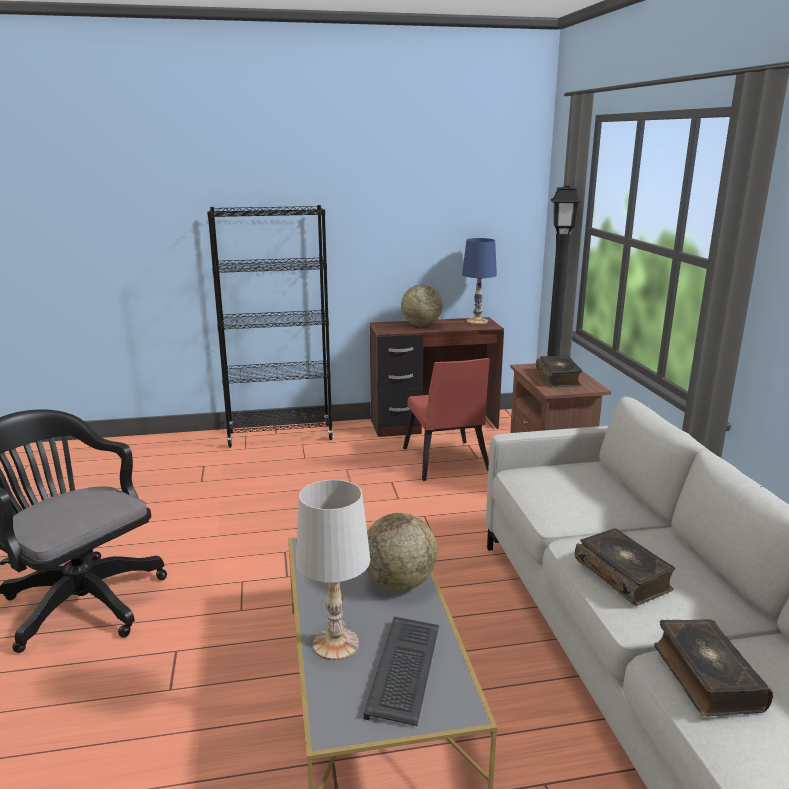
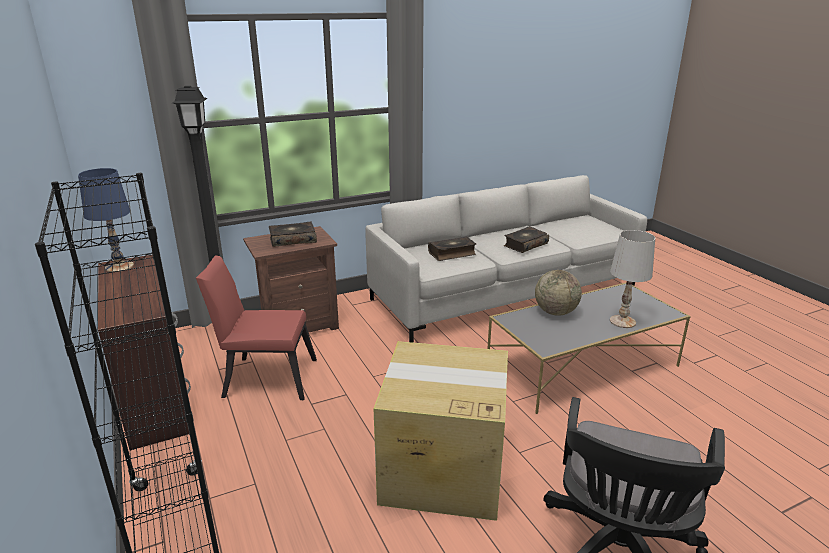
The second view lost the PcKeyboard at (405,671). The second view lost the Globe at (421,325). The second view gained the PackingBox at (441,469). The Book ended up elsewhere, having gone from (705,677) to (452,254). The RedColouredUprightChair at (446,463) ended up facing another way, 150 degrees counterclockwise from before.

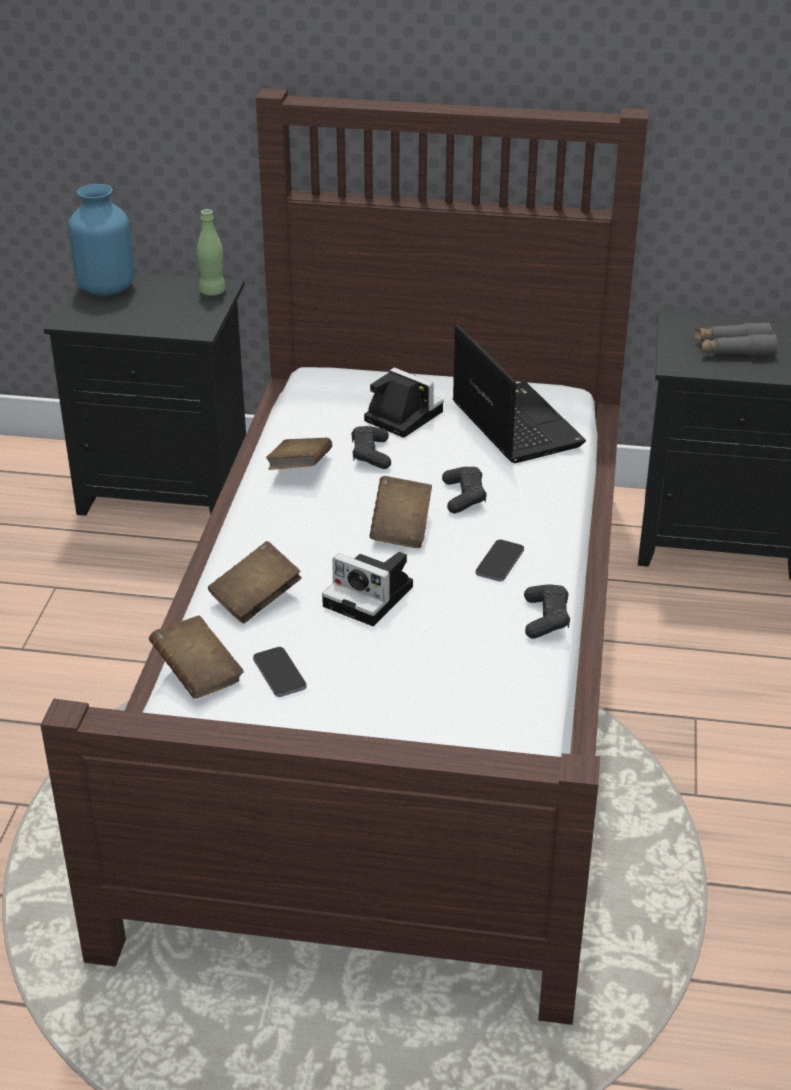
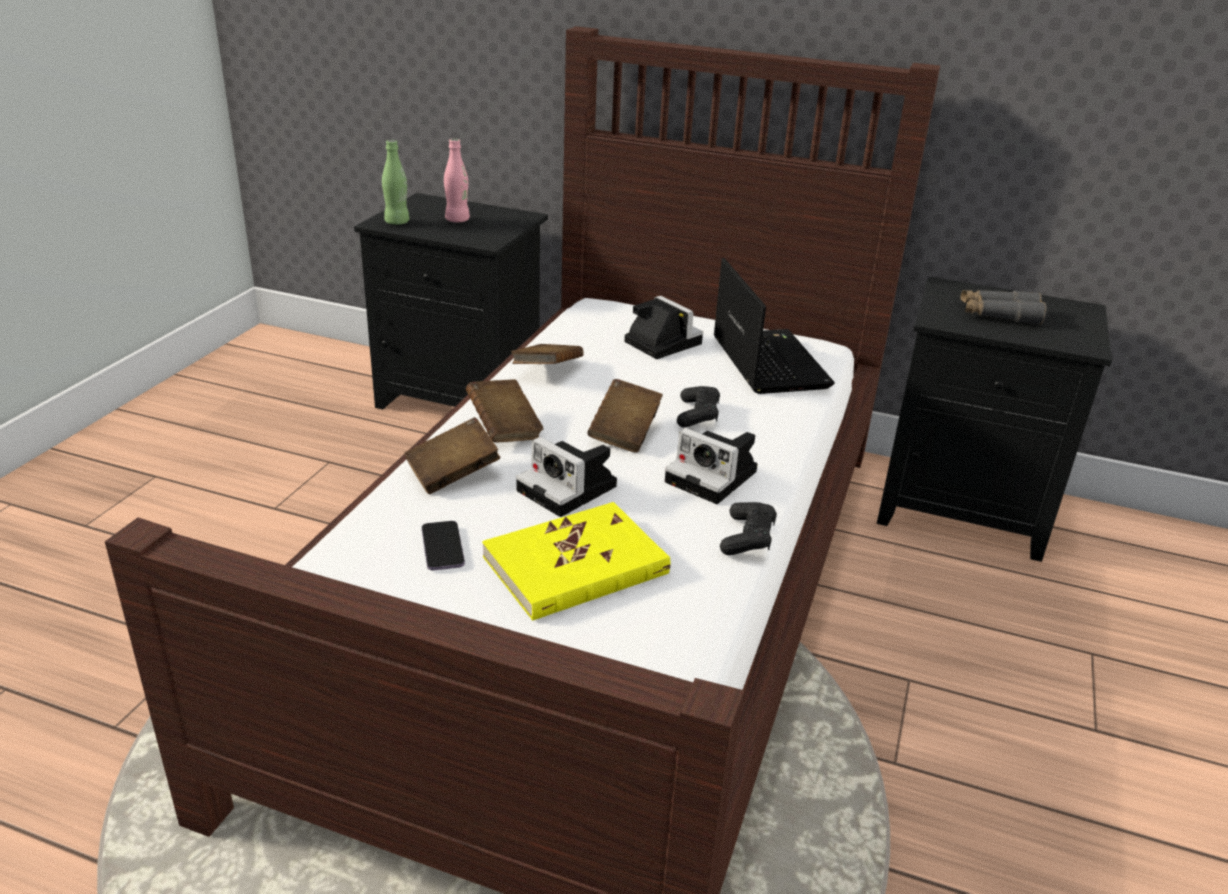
The second view lost the BlueColouredDecorativeVase at (105,288). The second view lost the BlackColouredGamepad at (371,454). The second view gained the PinkDrinkBottle at (457,220). The second view gained the YellowishBook at (576,566). The BrownBook ended up elsewhere, having gone from (198,674) to (504,428). The GreenishDrinkBottle ended up elsewhere, having gone from (212,292) to (397,222). Where the Phone stood at (499,562), the StillCamera came to stand at (714,477).

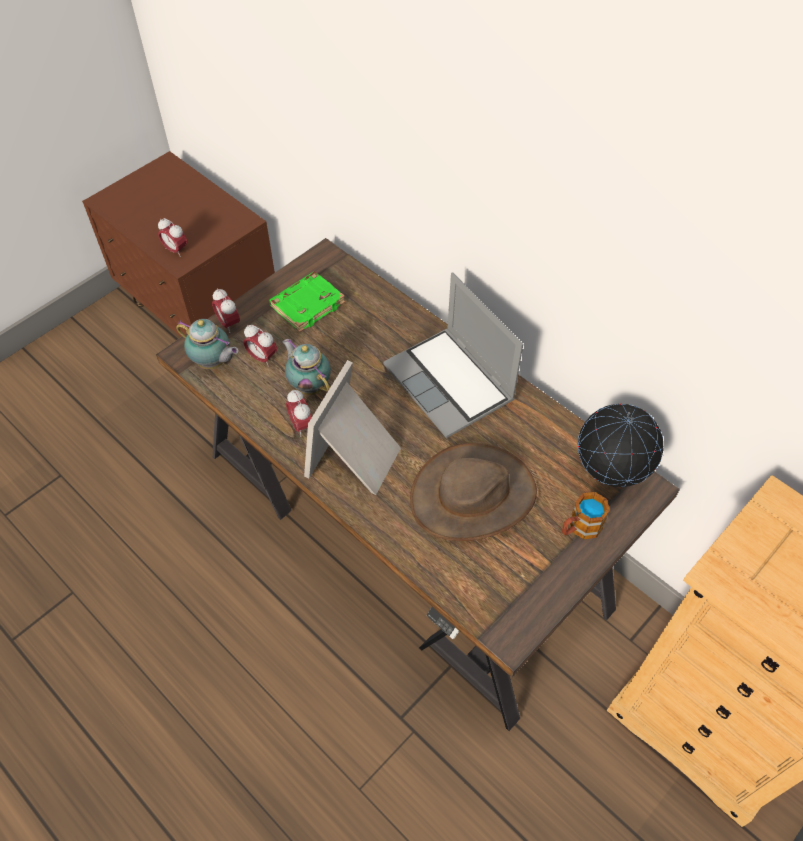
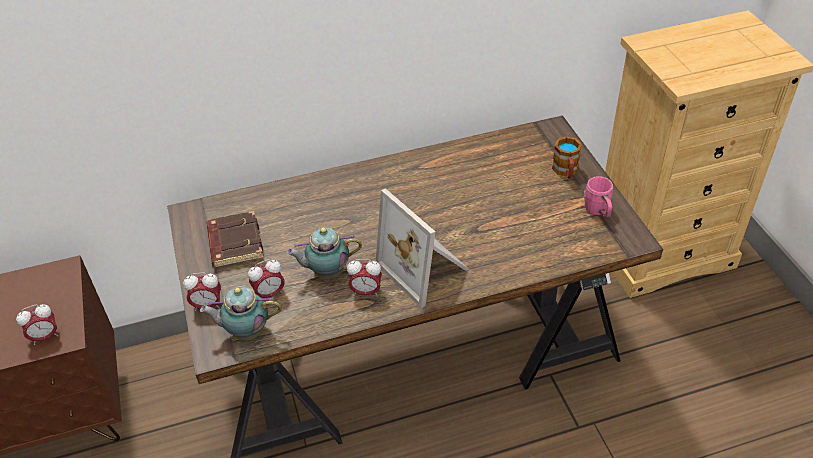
The second view lost the PortableComputer at (451,384). The second view lost the BrownHat at (473,495). The second view lost the Globe at (609,473). The second view gained the PinkCoffeeMug at (598,211). What was the GreenishBook at (307,304) turned into the BrownBook at (234,243). The TeaPot at (213,363) ended up facing another way, 150 degrees counterclockwise from before.

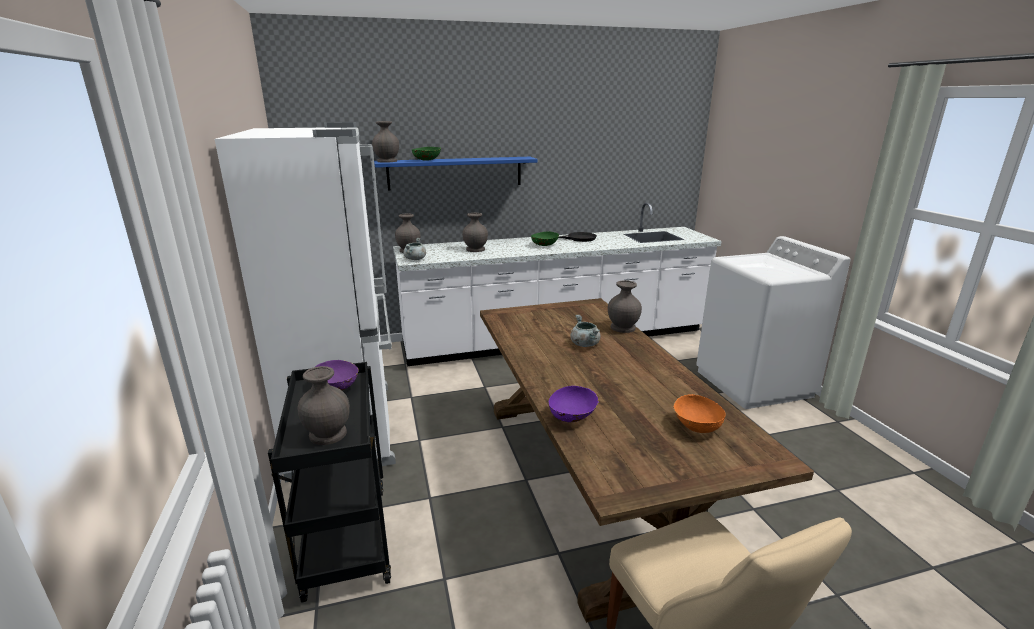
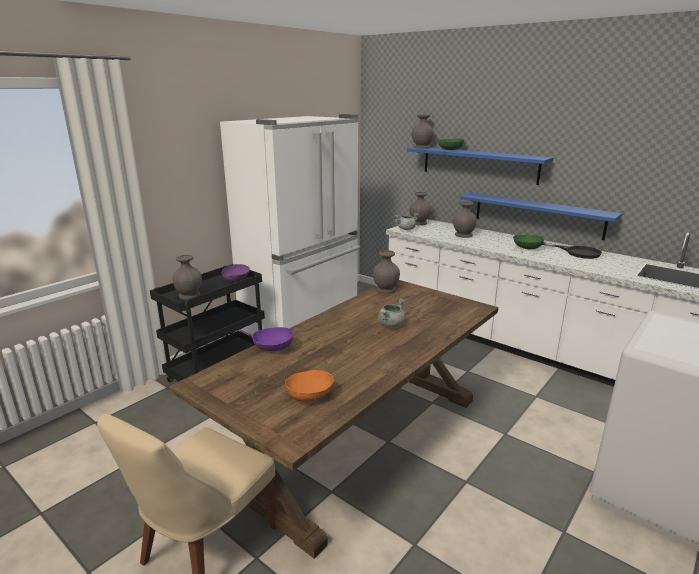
The second view gained the BlueColouredBracketShelf at (537,215). The GrayDecorativeVase ended up elsewhere, having gone from (623,328) to (385,290).

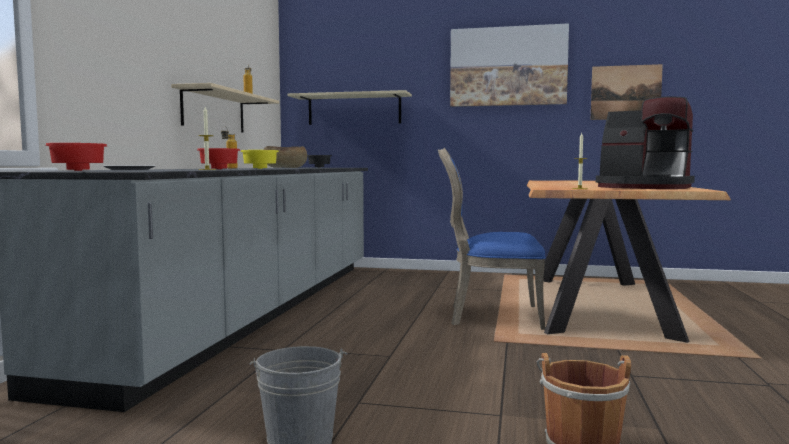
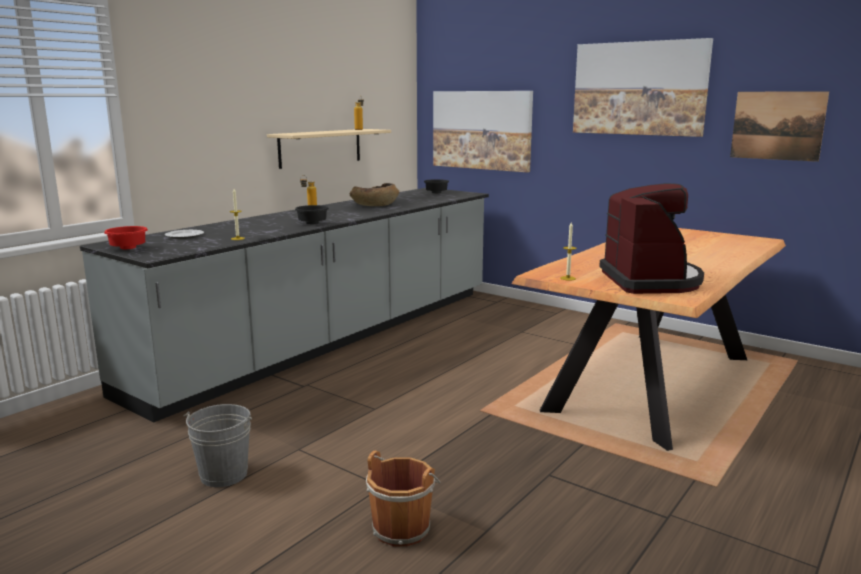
The second view lost the RedColouredBowl at (219,169). The second view lost the BlueColouredUprightChair at (491,316). Where the BeigeColouredBracketShelf hung at (354,109), the WallArt came to hang at (481,130). What was the YellowishBowl at (258,168) turned into the BlackColouredBowl at (311,223). The CoffeeMaker at (644,187) ended up facing another way, 150 degrees counterclockwise from before.

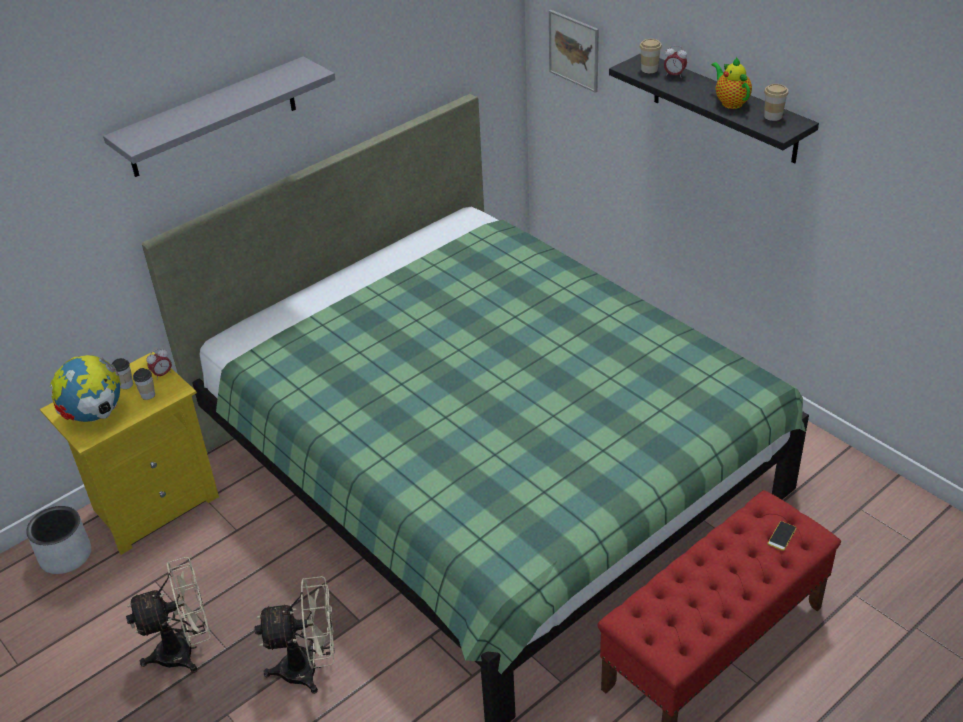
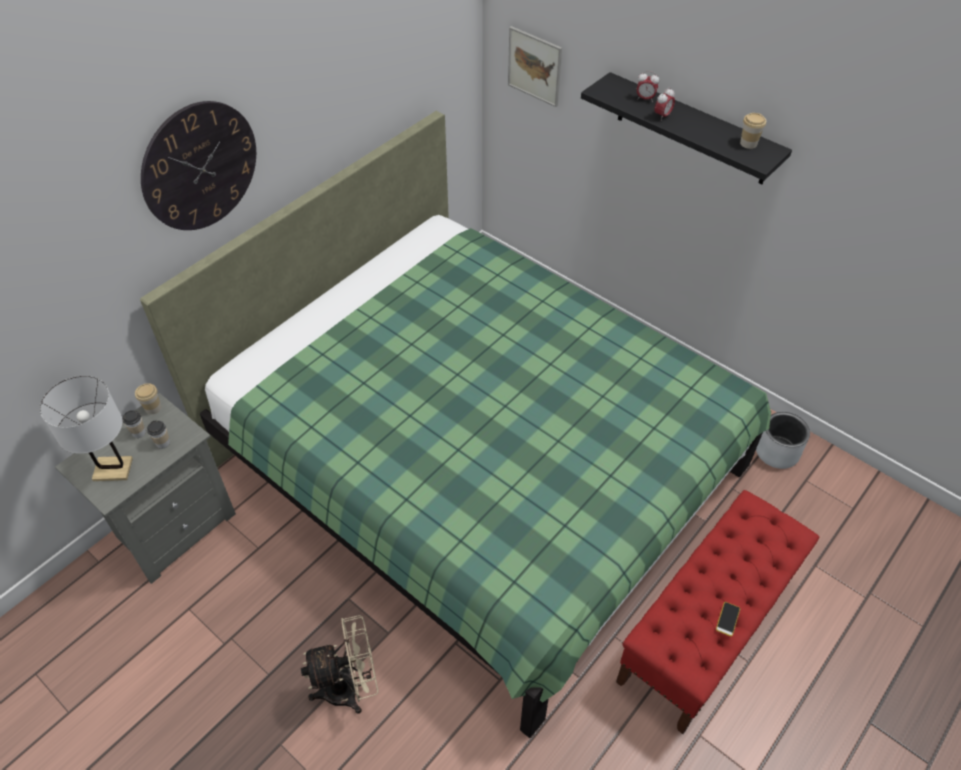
The second view lost the BeigeColouredFan at (185,651). The second view lost the TeaPot at (730,102). The GrayFlowerPot ended up elsewhere, having gone from (65,556) to (777,452). The TableClock ended up elsewhere, having gone from (162,374) to (662,116). The Cup ended up elsewhere, having gone from (649,69) to (153,408). The Phone ended up elsewhere, having gone from (782,536) to (728,619). Where the Globe stood at (95,414), the WhiteTableLamp came to stand at (113,469). Where the GrayBracketShelf hung at (212,118), the WallClock came to hang at (200,166). What was the YellowishNightstand at (153,504) turned into the GrayNightstand at (173,527).

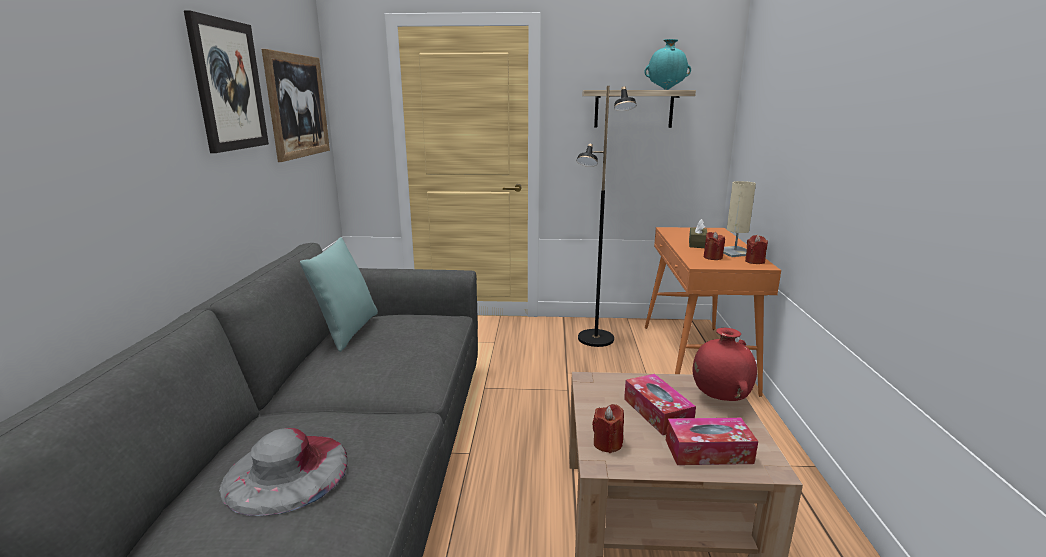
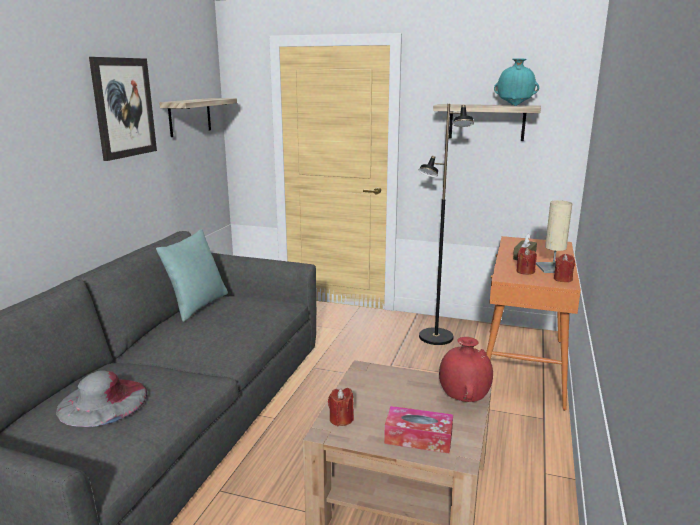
The second view lost the BoxOfTissues at (657,412). Where the WallArt hung at (298,106), the BracketShelf came to hang at (190,116).

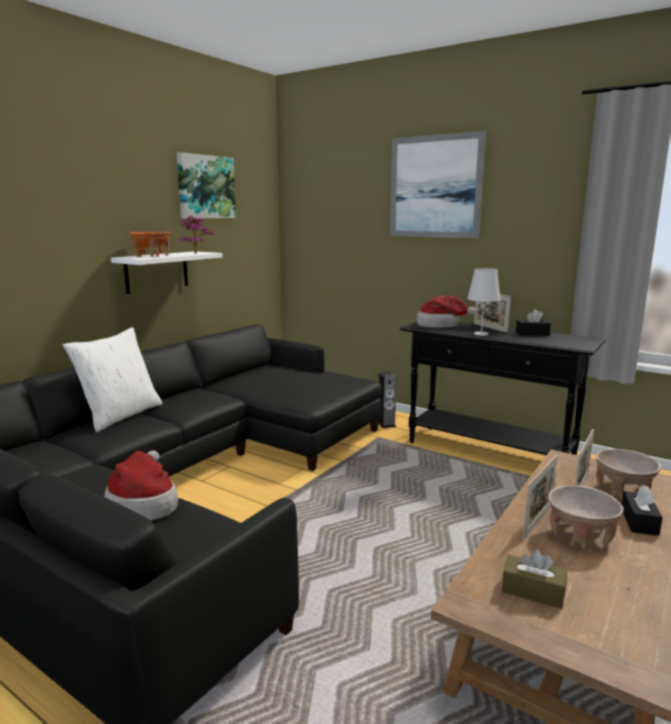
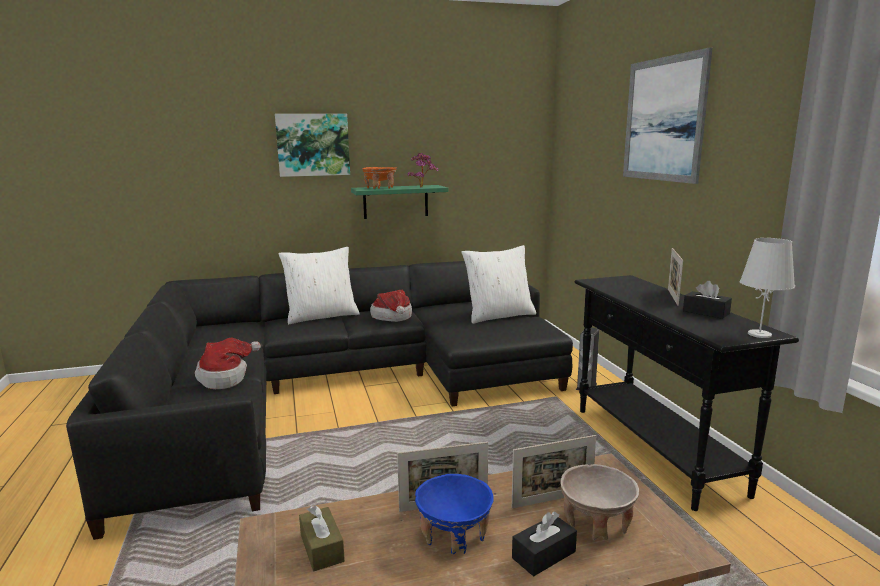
The second view gained the WhiteCushion at (499,315). The WallArt ended up elsewhere, having gone from (205,187) to (313,145). The Hat ended up elsewhere, having gone from (441,325) to (393,317). The WhiteTableLamp ended up elsewhere, having gone from (481,334) to (759,334). What was the WhiteBracketShelf at (157,272) turned into the GreenishBracketShelf at (395,201). What was the BeigeColouredBowl at (580,536) turned into the BlueColouredBowl at (454,534).

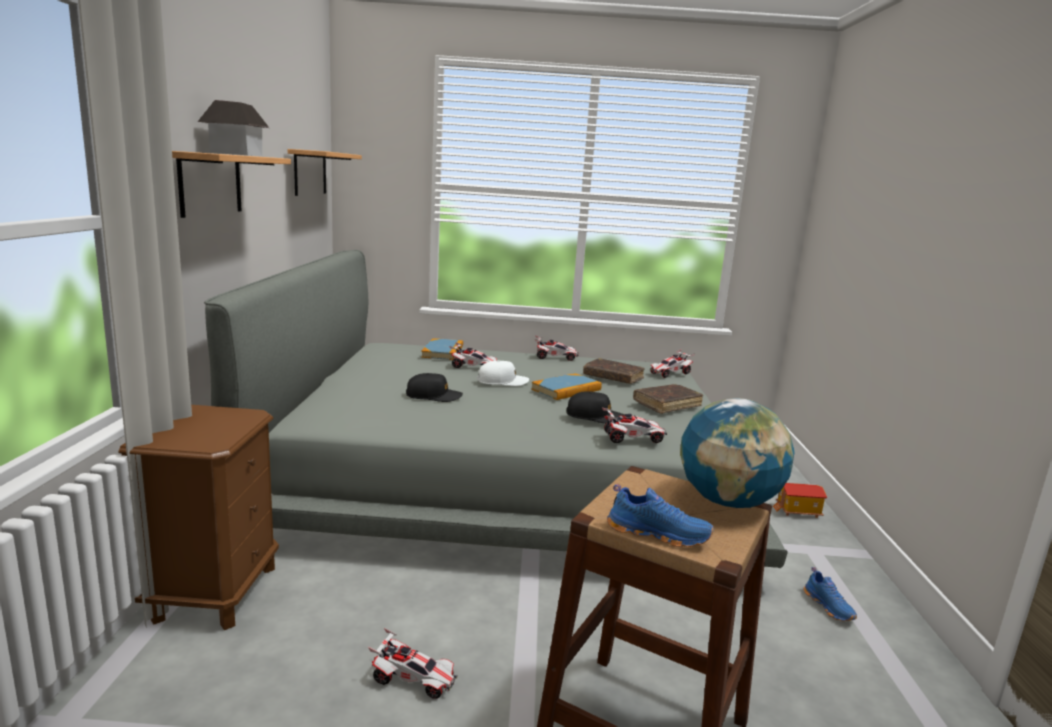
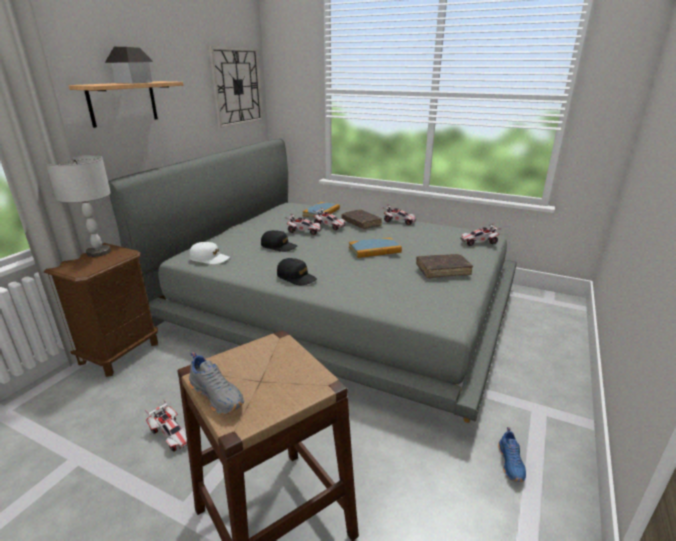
The second view lost the Globe at (728,501). The second view lost the ToyHouse at (798,511). The second view gained the GrayTableLamp at (98,252). The WhitePeakedCap ended up elsewhere, having gone from (502,381) to (209,259). The BlackColouredPeakedCap ended up elsewhere, having gone from (595,416) to (296,277). The BrownBook ended up elsewhere, having gone from (613,377) to (361,223). The ToyCar ended up elsewhere, having gone from (632,438) to (304,231). Where the BracketShelf hung at (310,172), the WallClock came to hang at (237,87). What was the BlueColouredShoe at (658,533) turned into the GrayShoe at (217,395).

